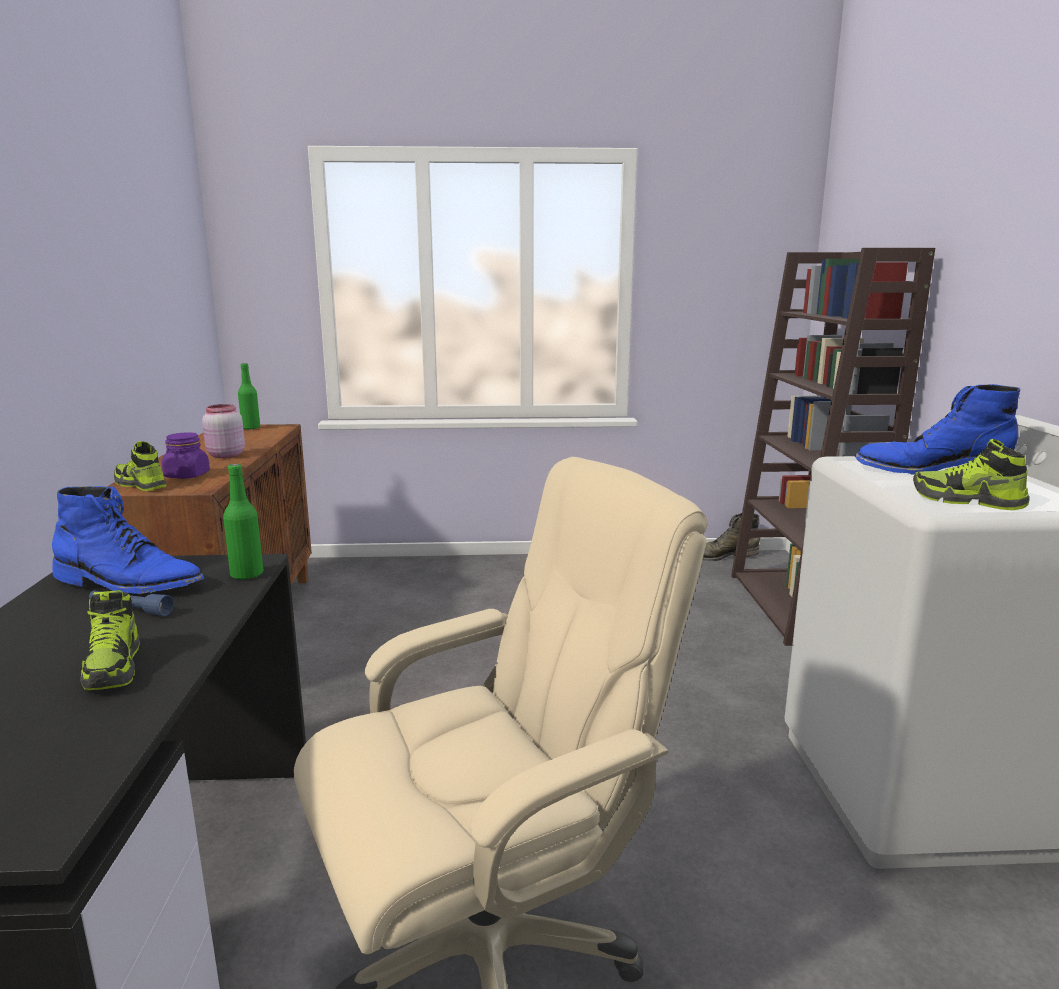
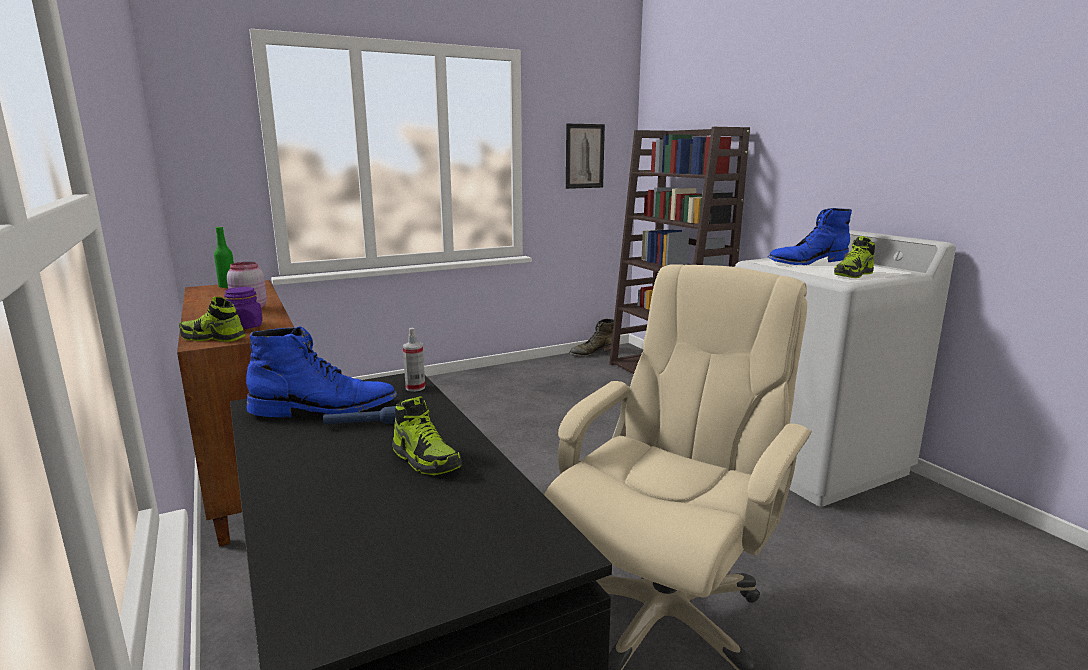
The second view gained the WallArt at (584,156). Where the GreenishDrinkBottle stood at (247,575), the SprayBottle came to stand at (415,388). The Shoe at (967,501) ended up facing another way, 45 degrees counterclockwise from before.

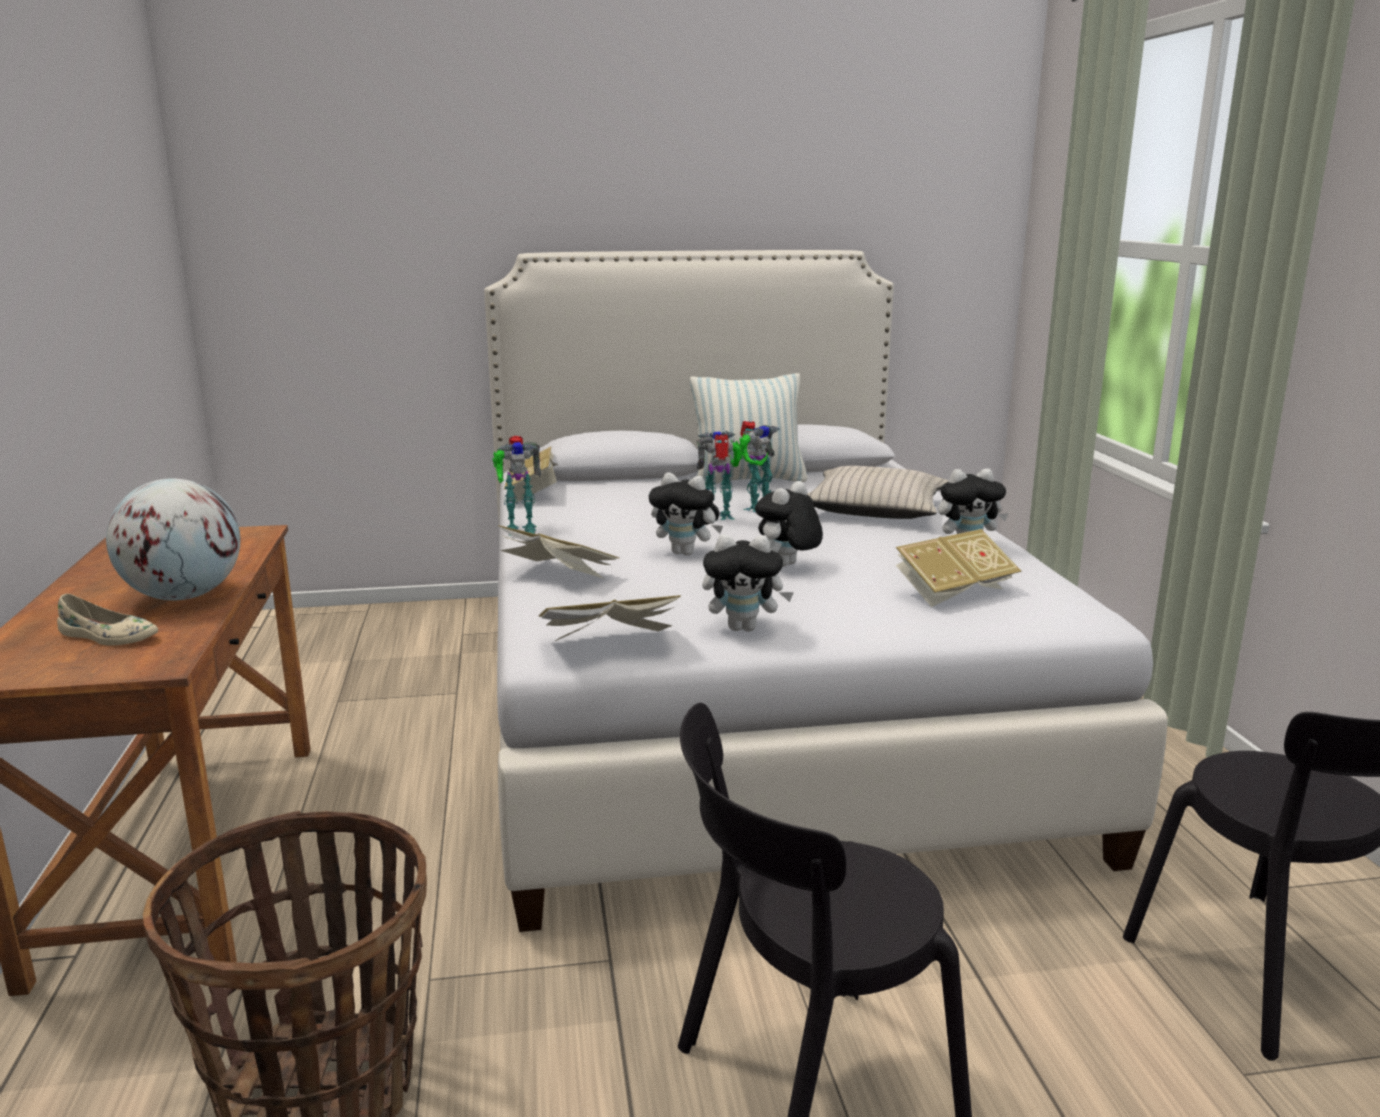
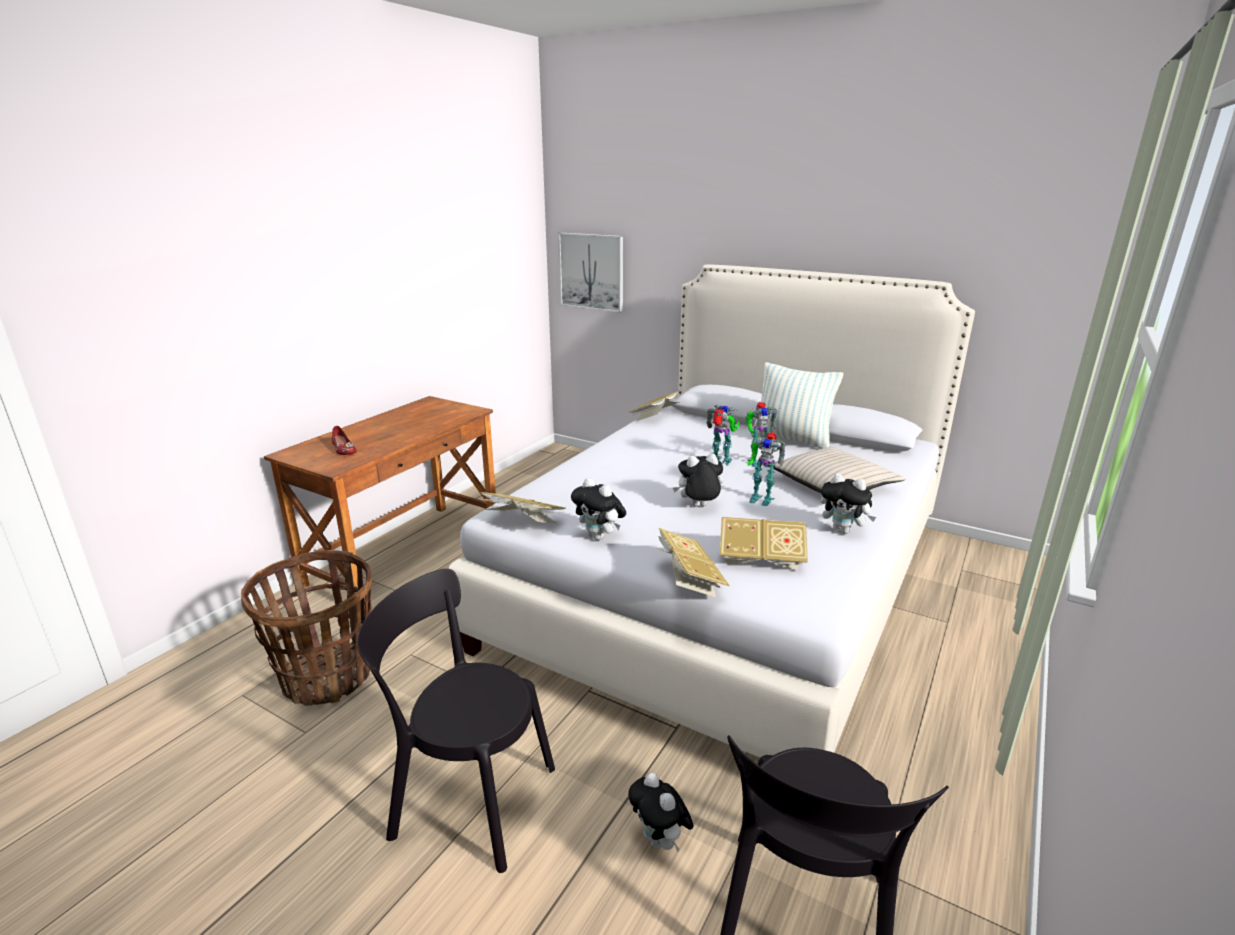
The second view lost the Globe at (183,596). The second view gained the WallArt at (591,272). The ToyRobot ended up elsewhere, having gone from (519,529) to (760,498). The Book ended up elsewhere, having gone from (557,575) to (688,579). The CuddlyToy ended up elsewhere, having gone from (686,553) to (660,840). What was the BeigeColouredShoe at (108,637) turned into the RedColouredShoe at (343,449).

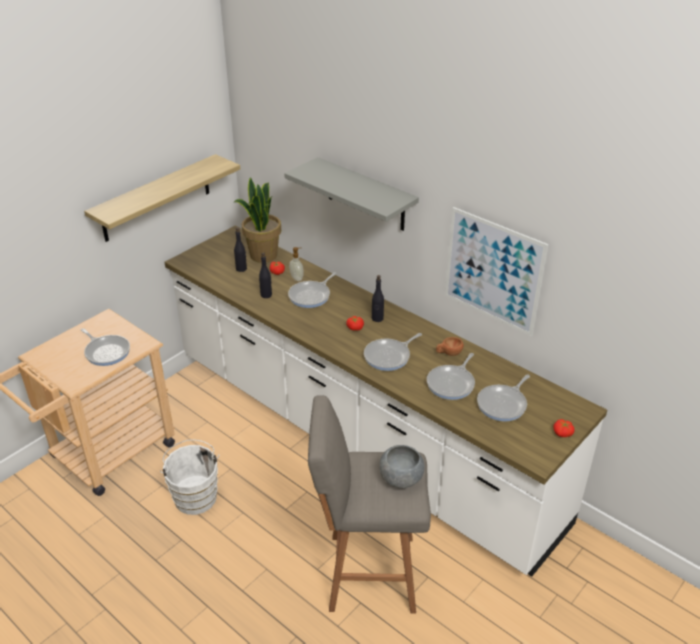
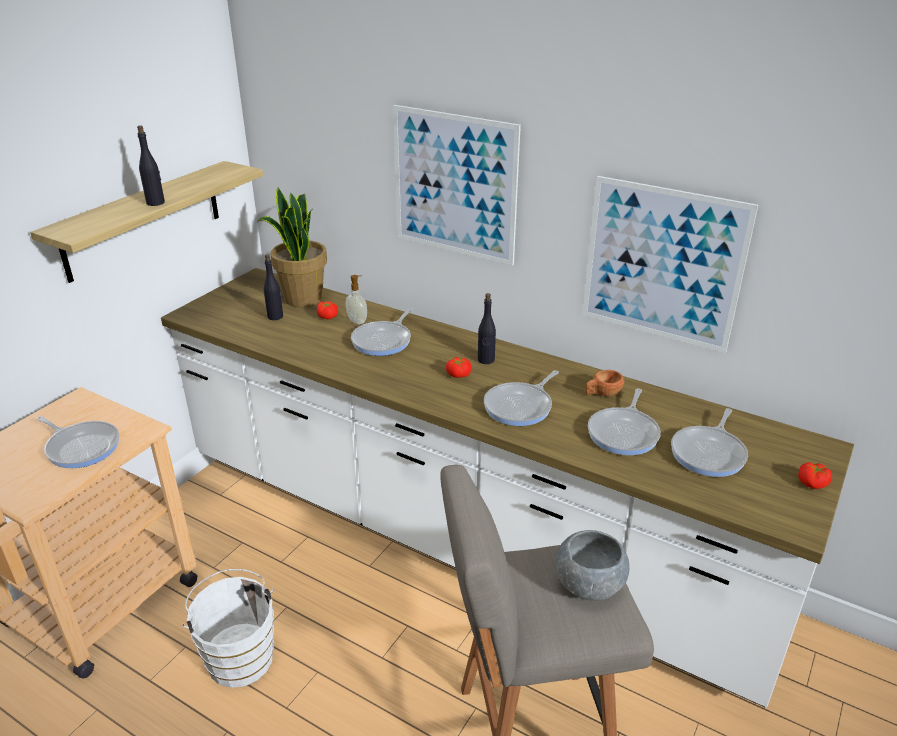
The BlackColouredDrinkBottle ended up elsewhere, having gone from (266,295) to (156,203). Where the GrayBracketShelf hung at (365,195), the WallArt came to hang at (454,185).

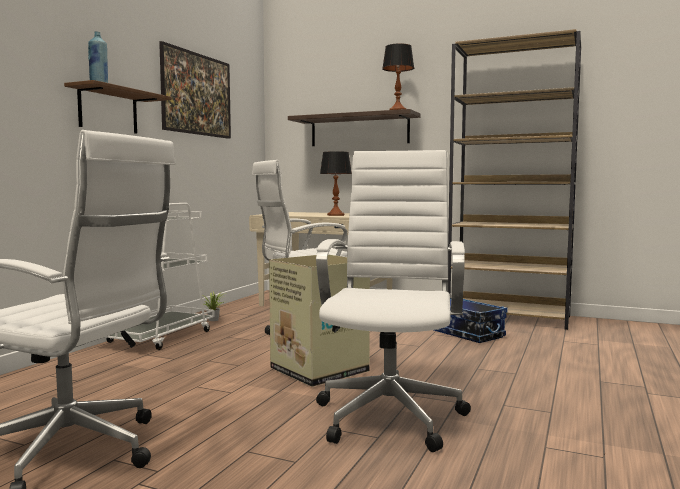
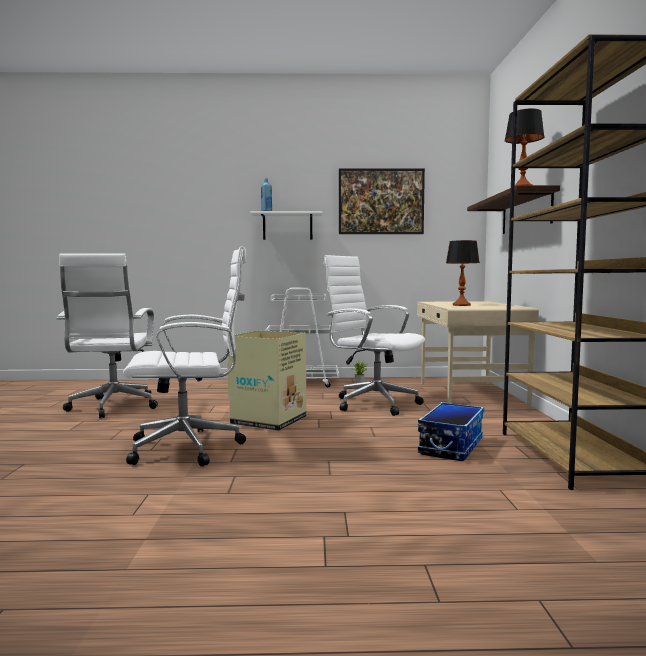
What was the BrownBracketShelf at (108,111) turned into the WhiteBracketShelf at (287,226).

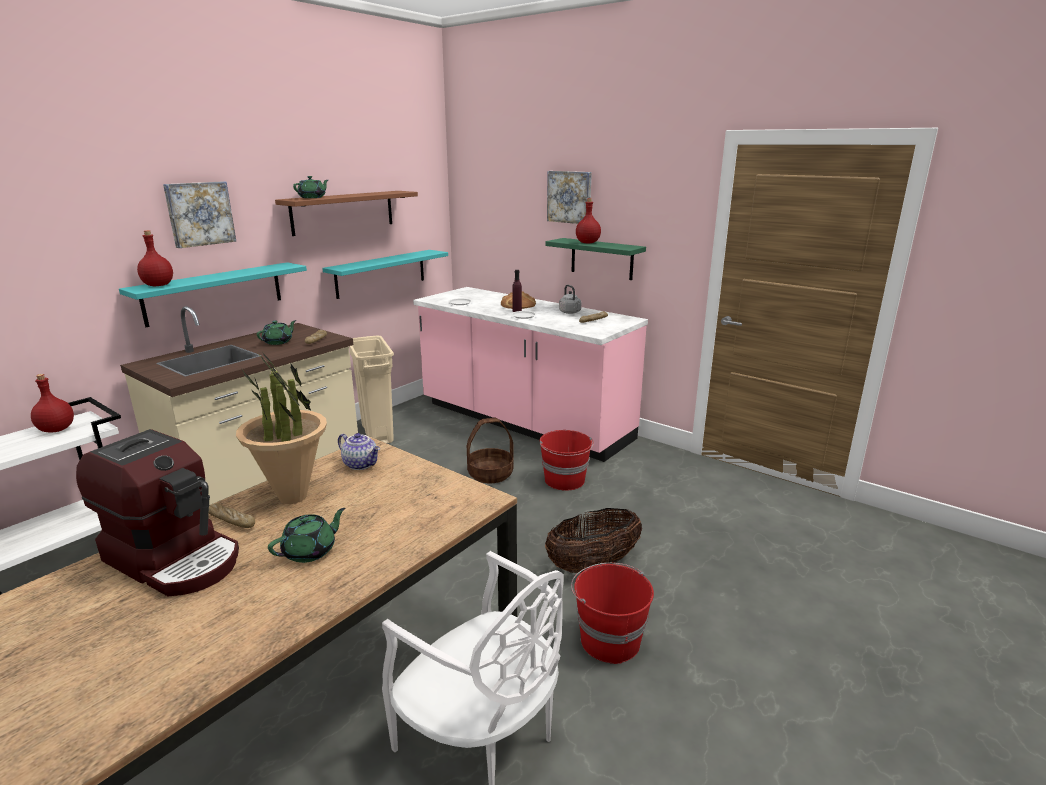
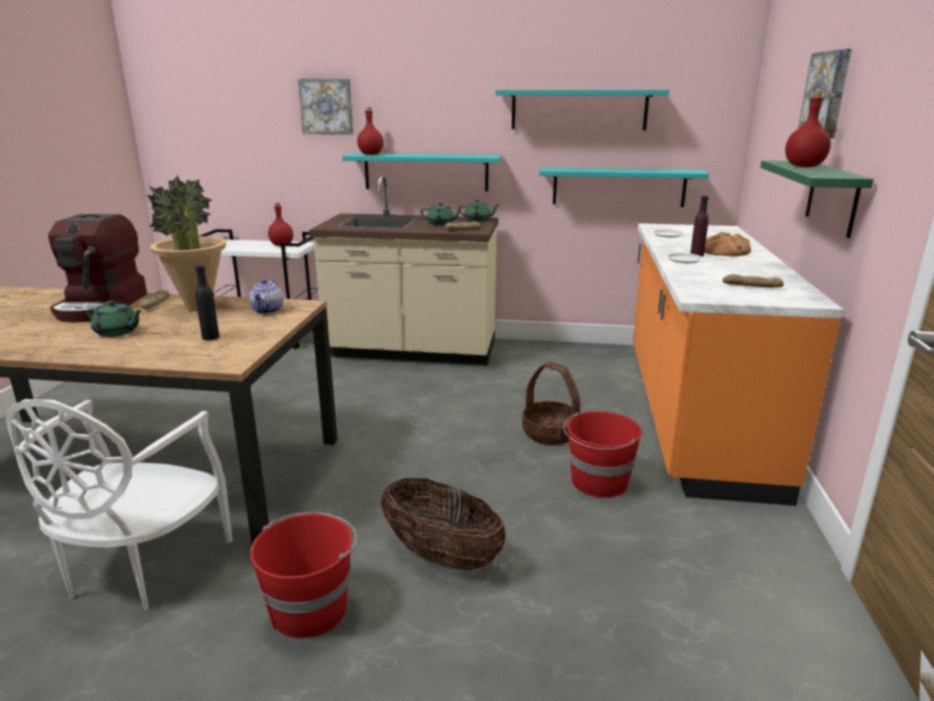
The second view lost the BeigeColouredWasteBin at (377,434). The second view lost the GrayWaterKettle at (570,312). The second view gained the BlackColouredDrinkBottle at (210,337). The WallArt ended up elsewhere, having gone from (199,213) to (327,106). The GreenishTeaPot ended up elsewhere, having gone from (313,197) to (478,220). What was the BrownBracketShelf at (343,212) turned into the TurquoiseColouredBracketShelf at (579,110). What was the PinkCounter at (523,422) turned into the OrangeyCounter at (692,414).

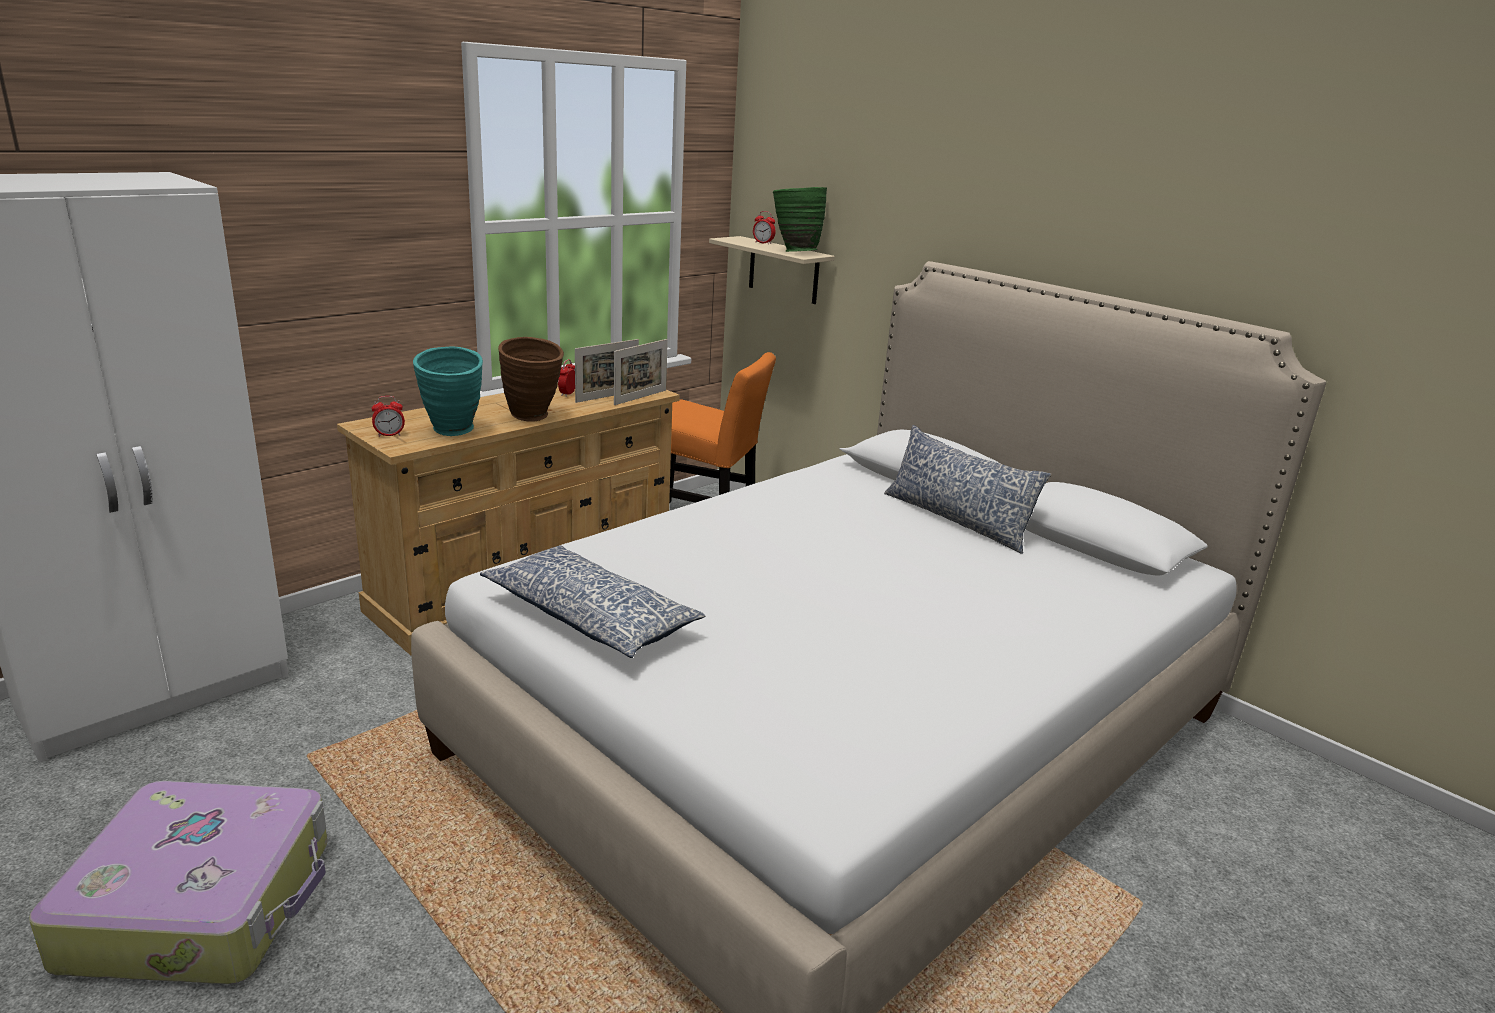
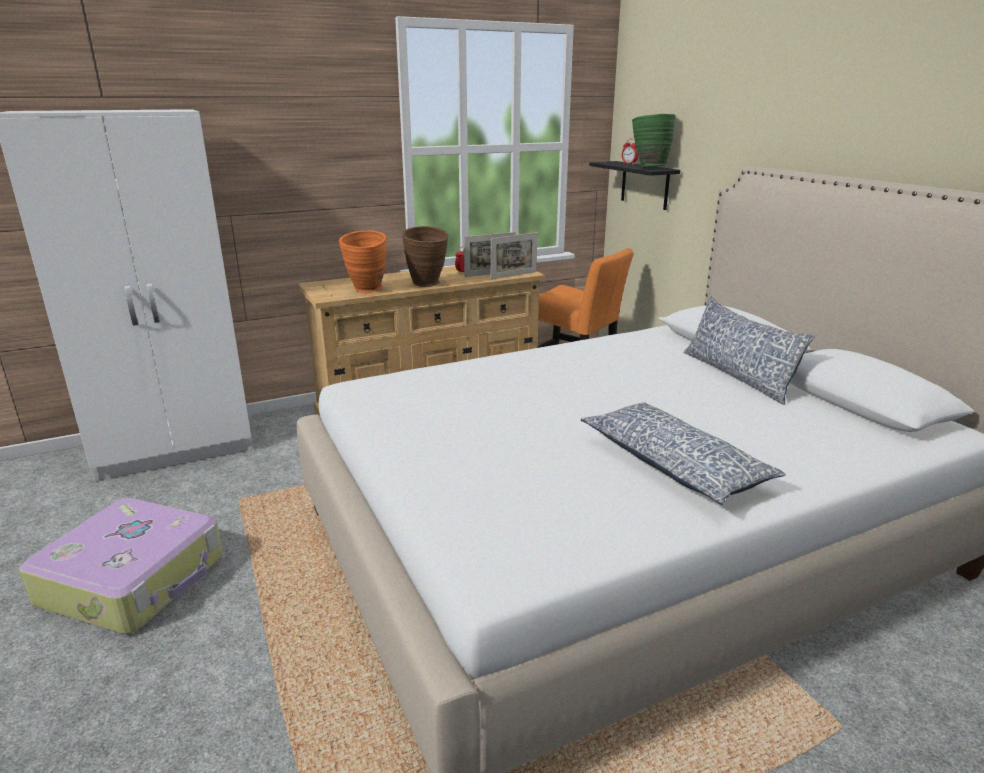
The second view lost the TableClock at (389,435). The Cushion ended up elsewhere, having gone from (590,617) to (673,464). What was the TurquoiseColouredDecorativeVase at (453,433) turned into the OrangeyDecorativeVase at (367,291). What was the BeigeColouredBracketShelf at (783,270) turned into the BlackColouredBracketShelf at (645,185).

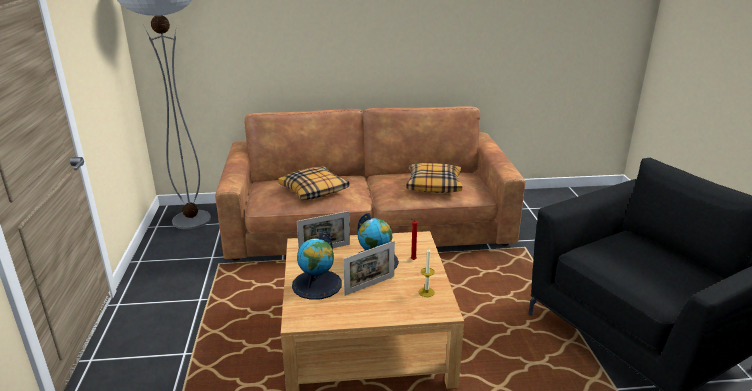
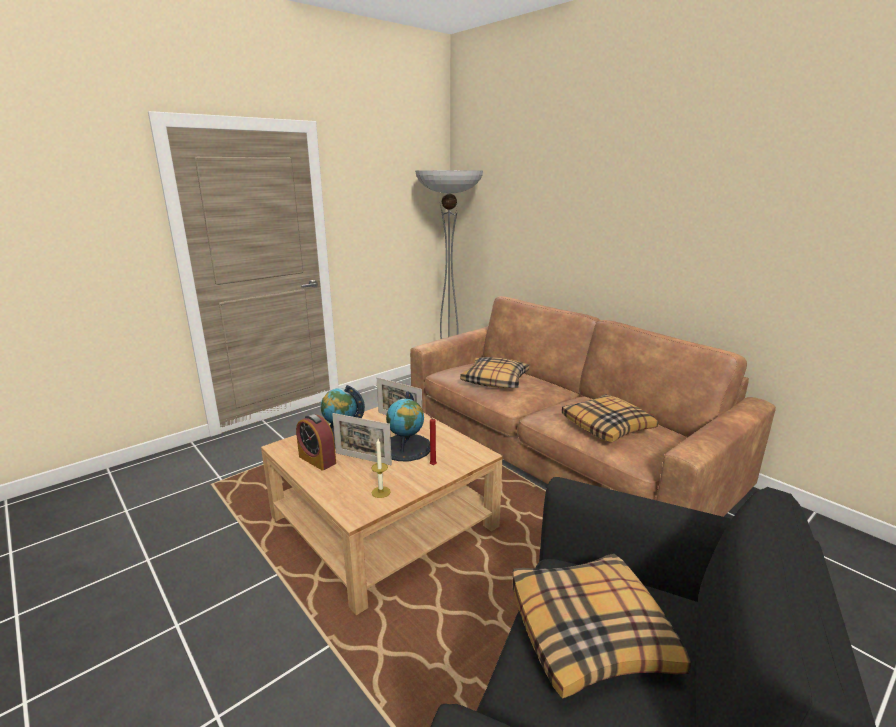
The second view gained the TableClock at (317,460). The second view gained the Cushion at (591,633).

